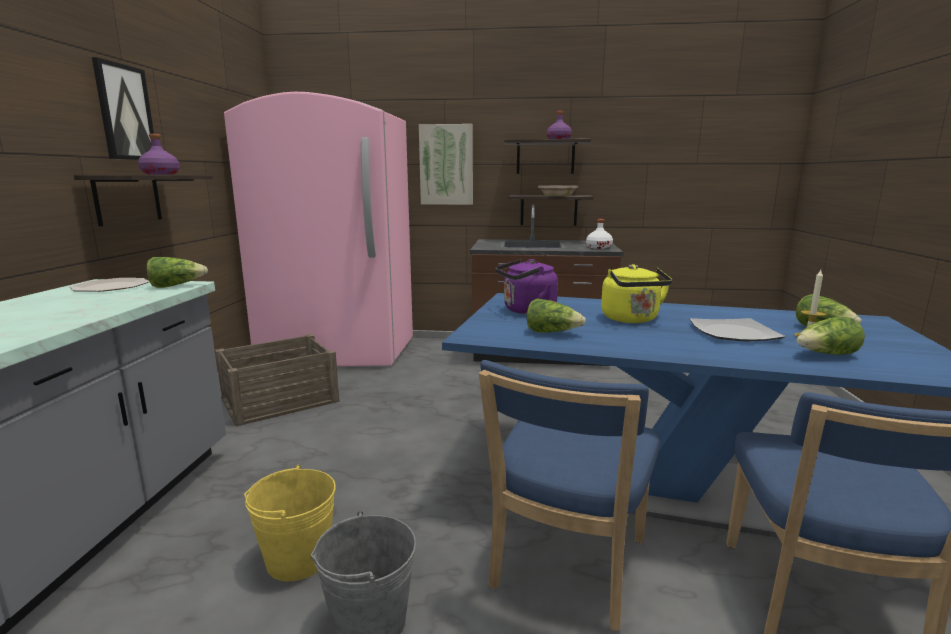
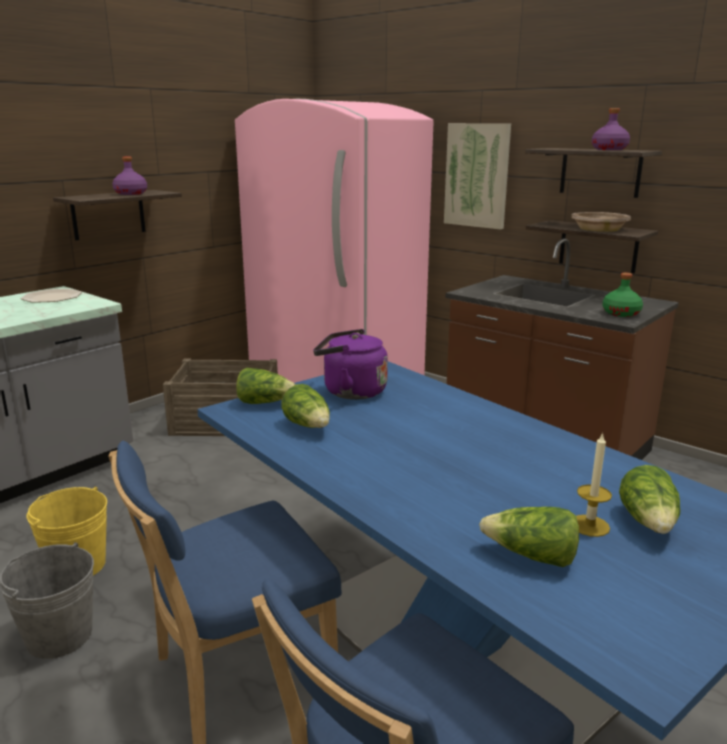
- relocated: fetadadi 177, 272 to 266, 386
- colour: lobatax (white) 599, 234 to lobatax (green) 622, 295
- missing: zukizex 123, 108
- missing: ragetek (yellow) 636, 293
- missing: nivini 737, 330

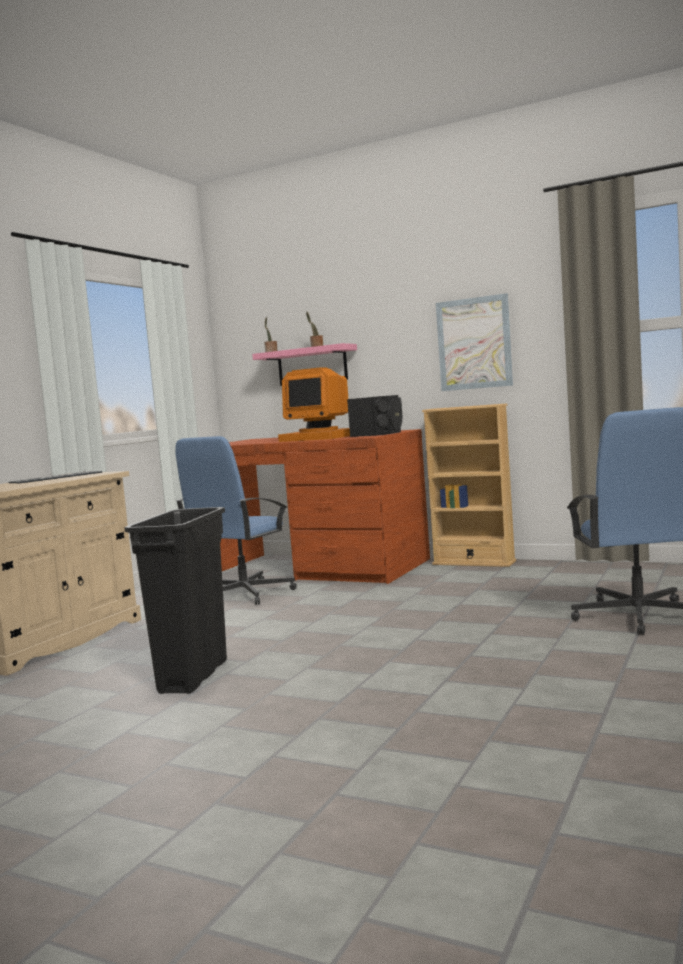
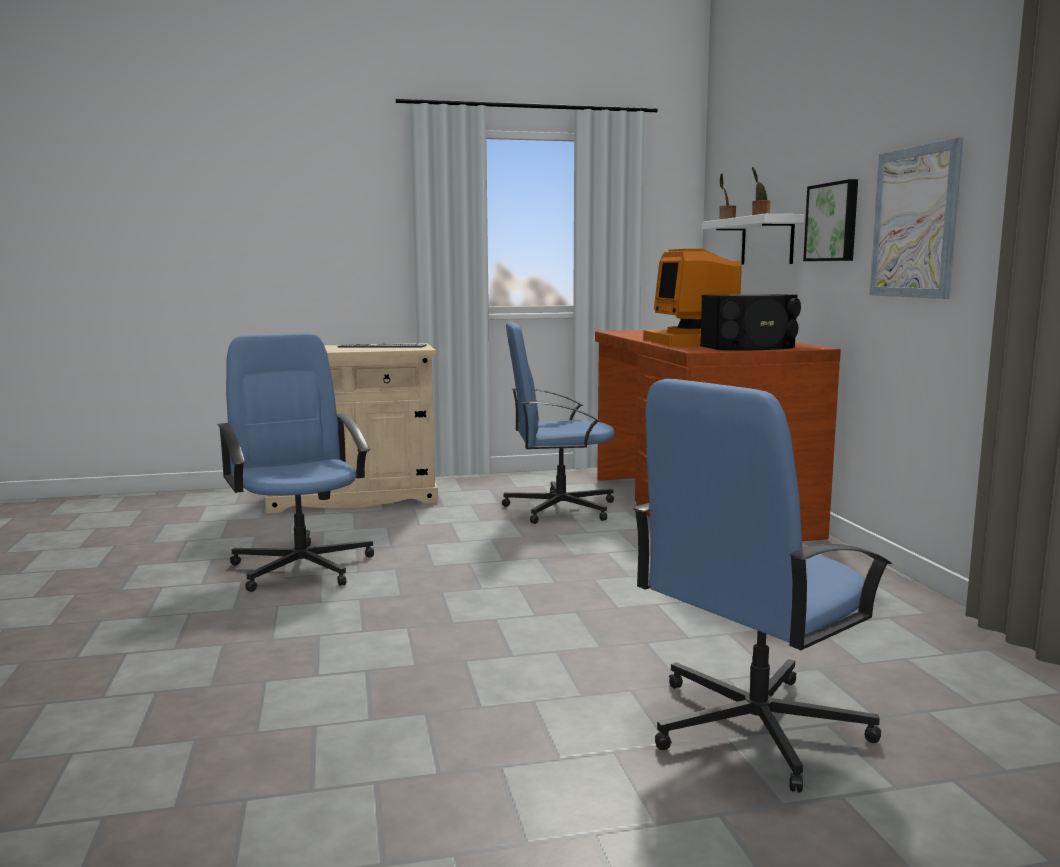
- exchanged: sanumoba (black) 175, 600 to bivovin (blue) 295, 462
- colour: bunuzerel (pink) 304, 364 to bunuzerel (white) 753, 239
- appeared: zukizex 830, 220
- missing: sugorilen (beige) 469, 485

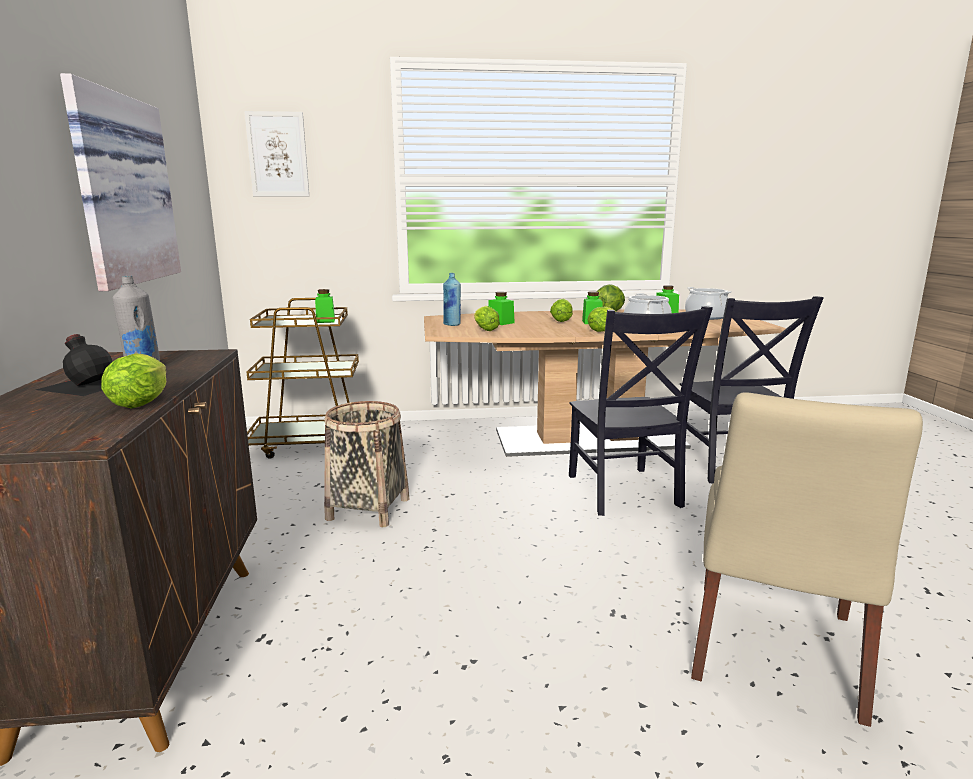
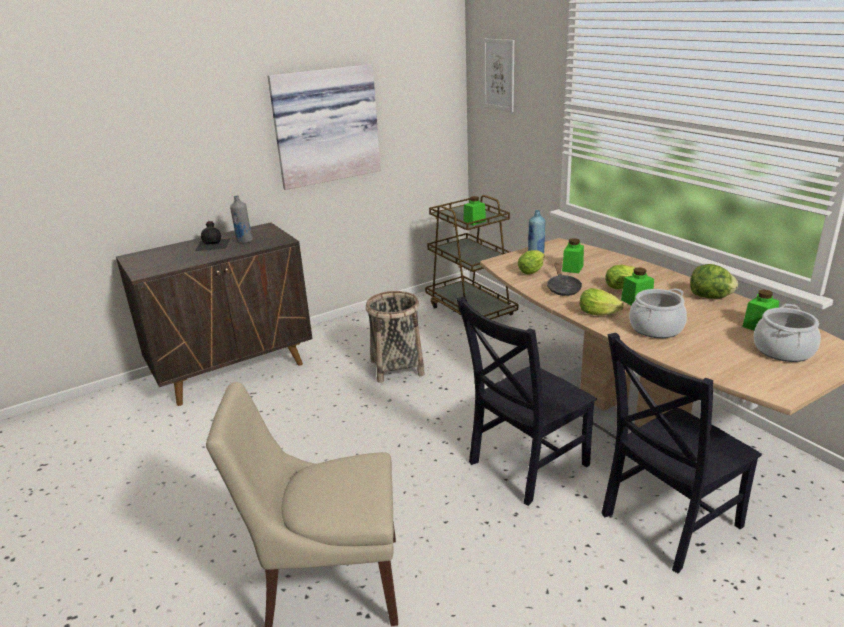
- appeared: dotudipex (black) 564, 279
- missing: fetadadi 133, 381

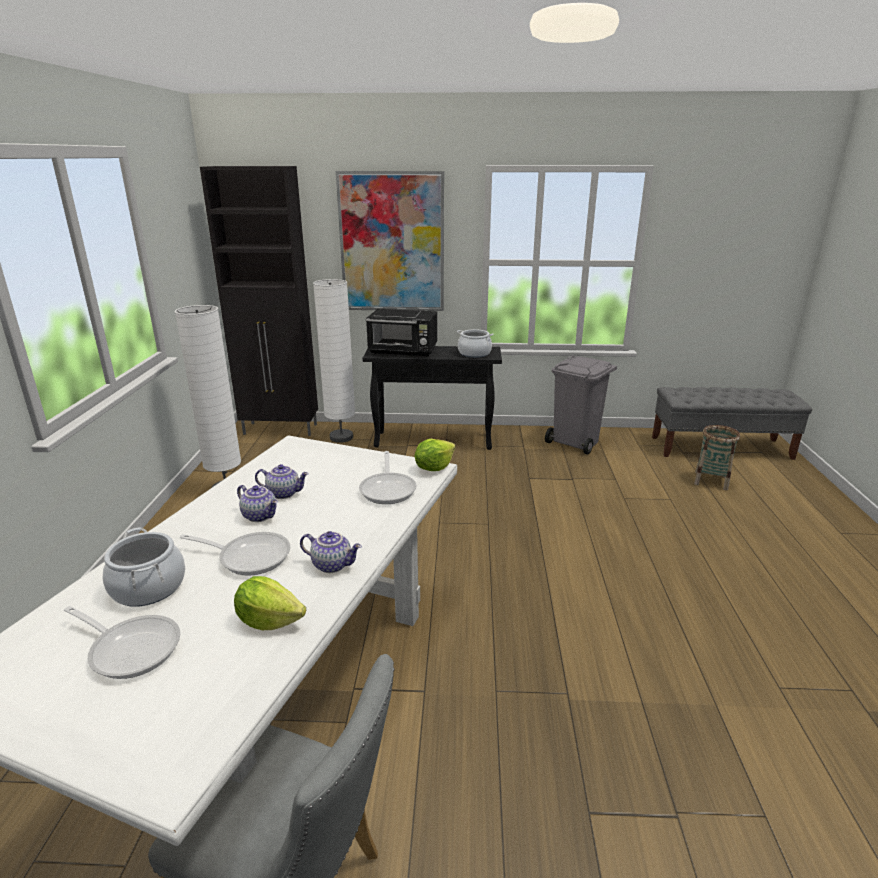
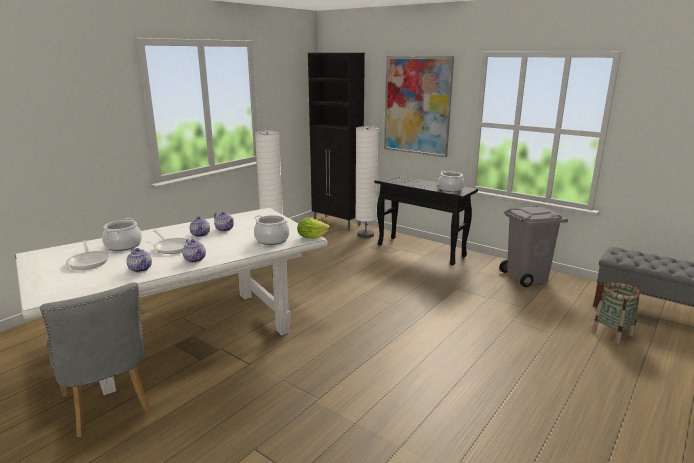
- exchanged: fetadadi 270, 603 to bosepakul 139, 260
- exchanged: dotudipex 387, 477 to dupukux 271, 230
- missing: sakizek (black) 401, 333

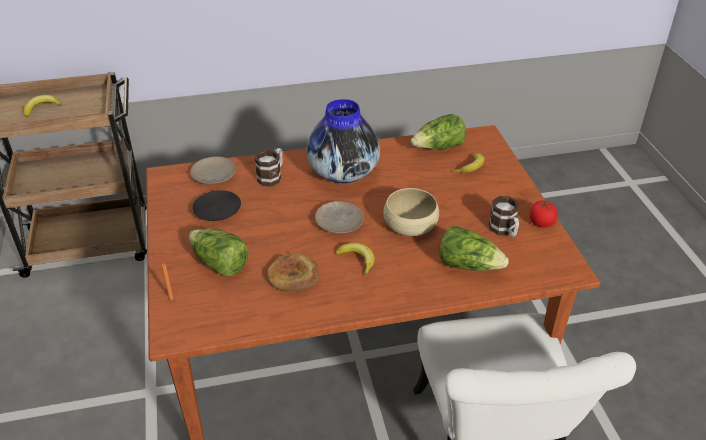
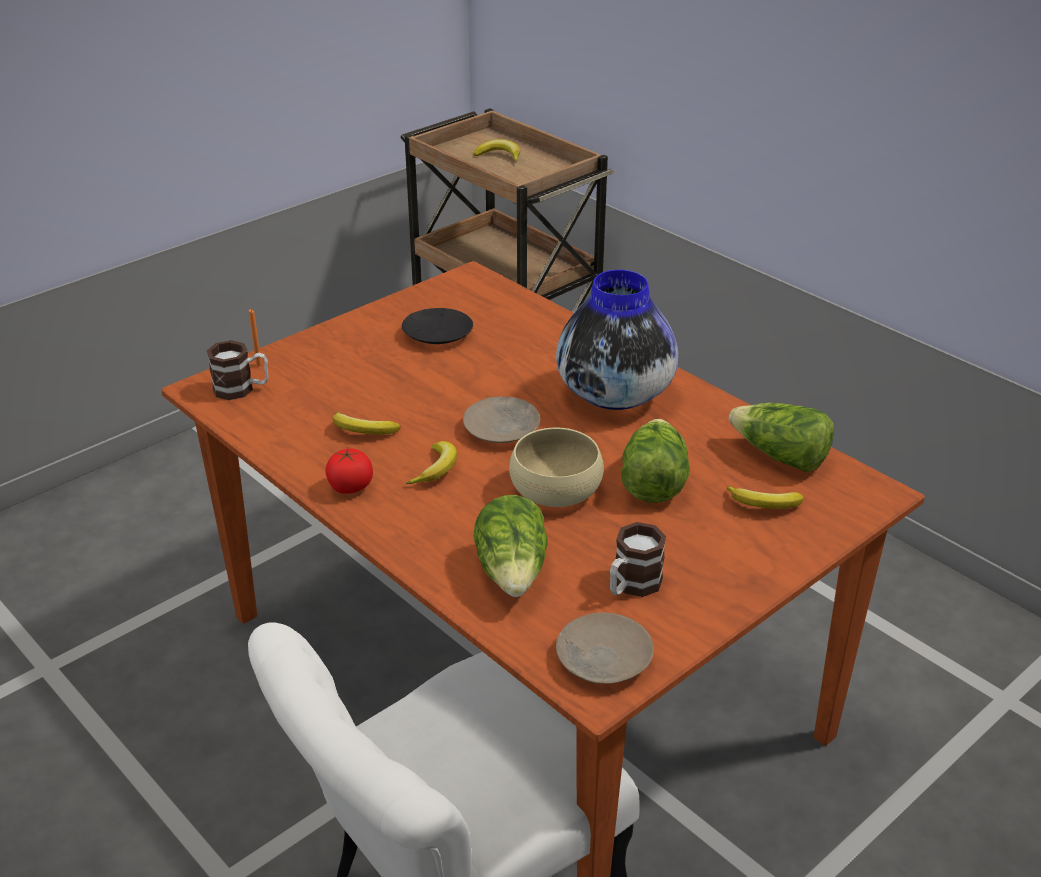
- relocated: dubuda 269, 167 to 237, 370
- relocated: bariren 543, 213 to 349, 471
- exchanged: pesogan 293, 273 to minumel 366, 423
- relocated: nivini (beige) 213, 170 to 605, 648
- relocated: fetadadi 218, 253 to 655, 461

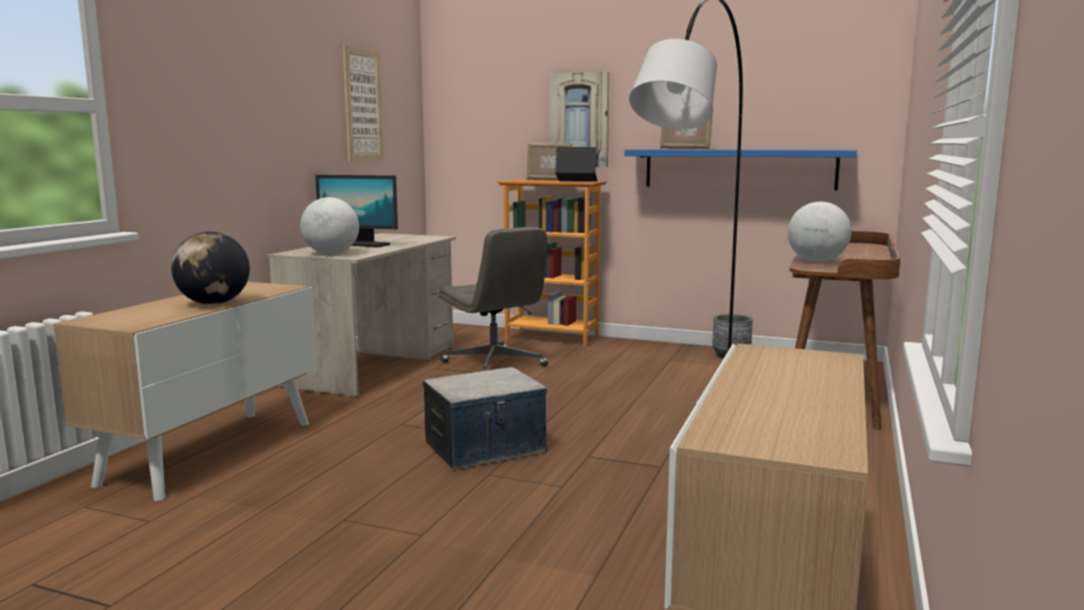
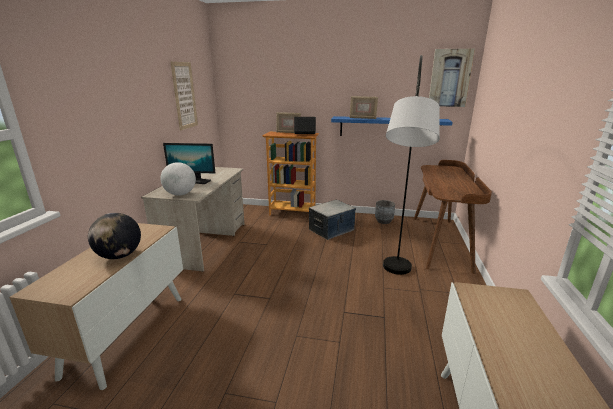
- relocated: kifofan 485, 418 to 332, 220
- relocated: zukizex 579, 119 to 452, 78
- missing: bivovin (grey) 493, 299
- missing: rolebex 820, 232

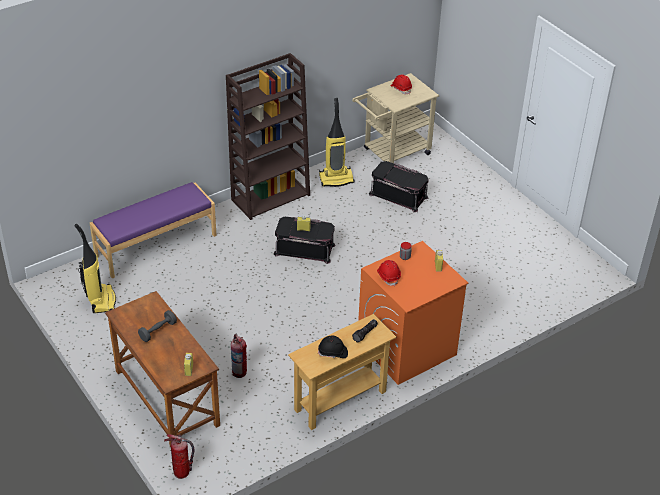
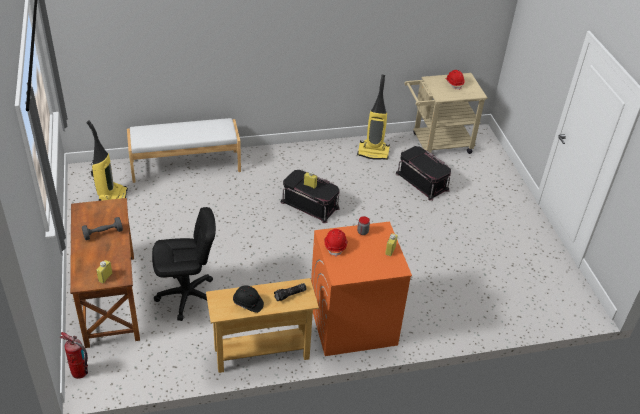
- colour: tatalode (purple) 153, 230 to tatalode (white) 184, 150
- exchanged: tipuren 239, 356 to bivovin (black) 184, 264
- missing: sugorilen (brown) 268, 136

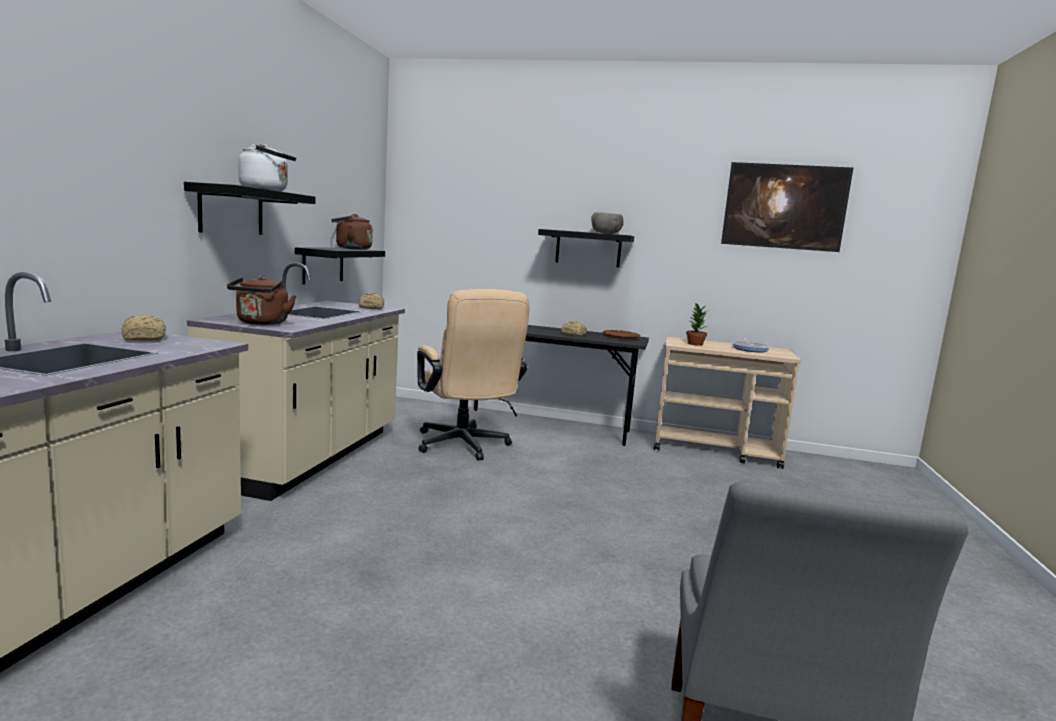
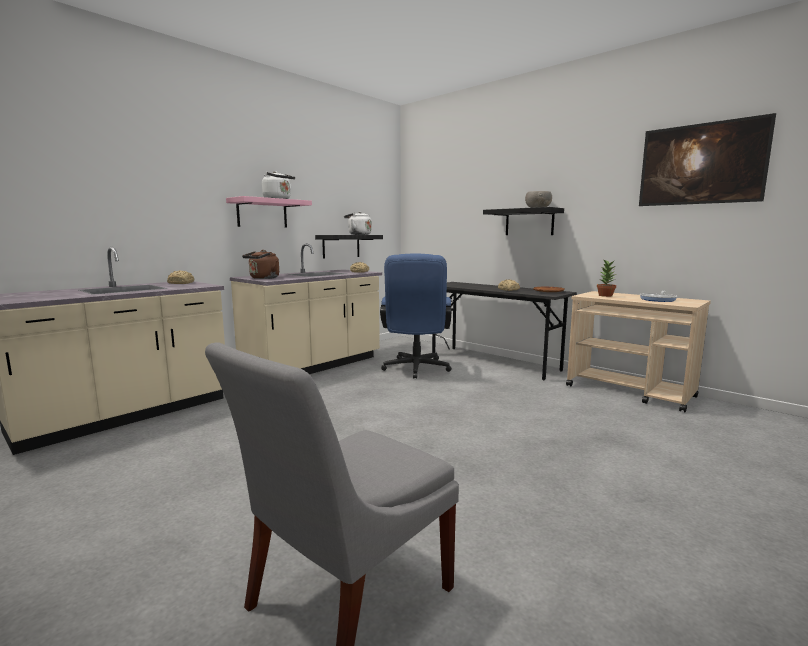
- colour: bunuzerel (black) 250, 208 to bunuzerel (pink) 269, 211
- colour: ragetek (brown) 352, 232 to ragetek (white) 358, 223
- colour: bivovin (beige) 473, 375 to bivovin (blue) 416, 316

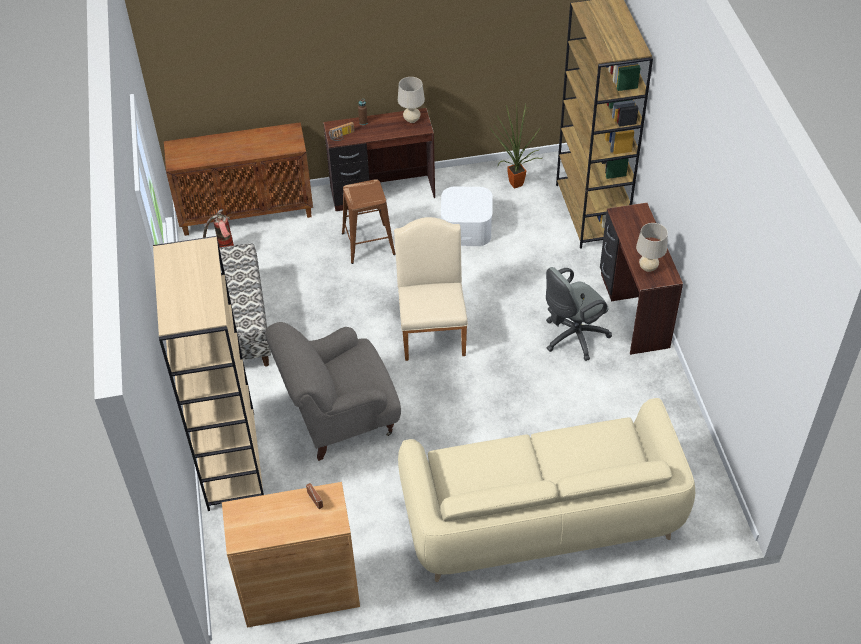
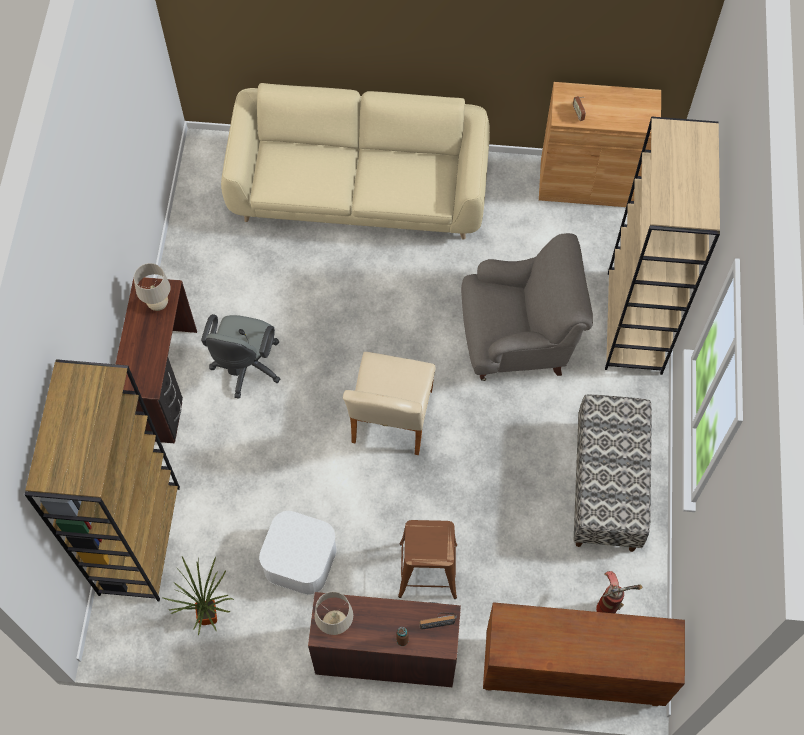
- spun: bivovin (grey) 579, 314 = 240, 356 120 degrees clockwise

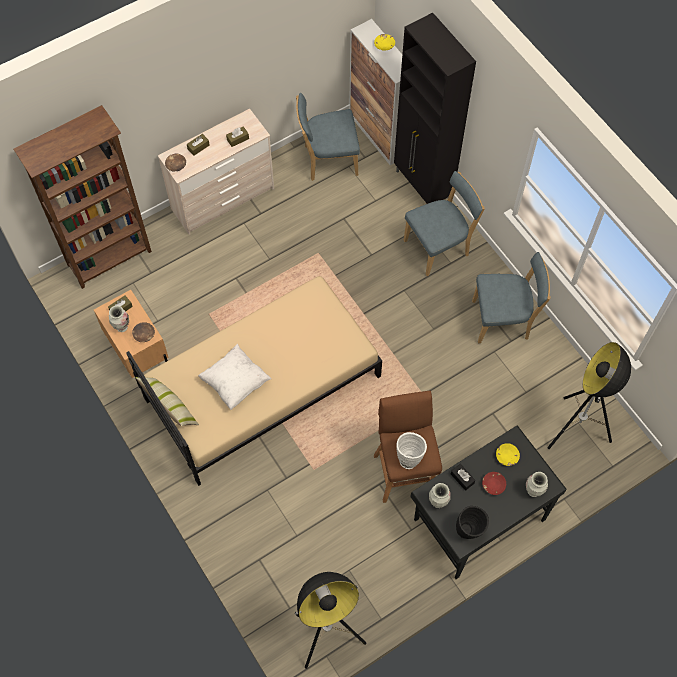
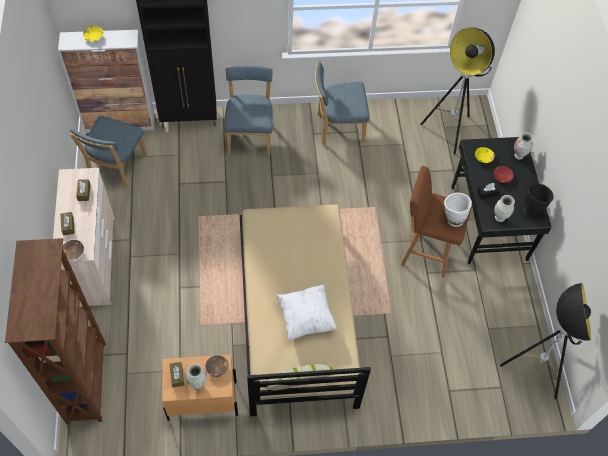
- spun: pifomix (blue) 511, 297 = 342, 103 120 degrees counterclockwise

